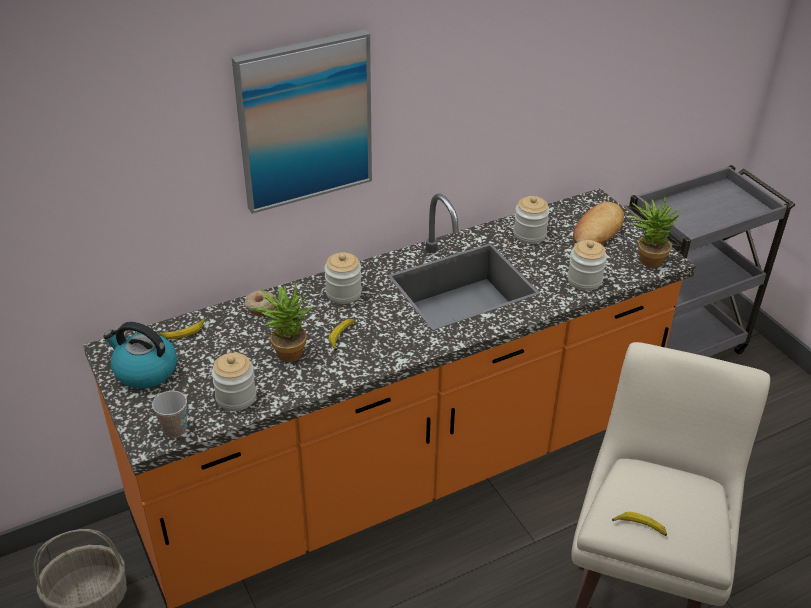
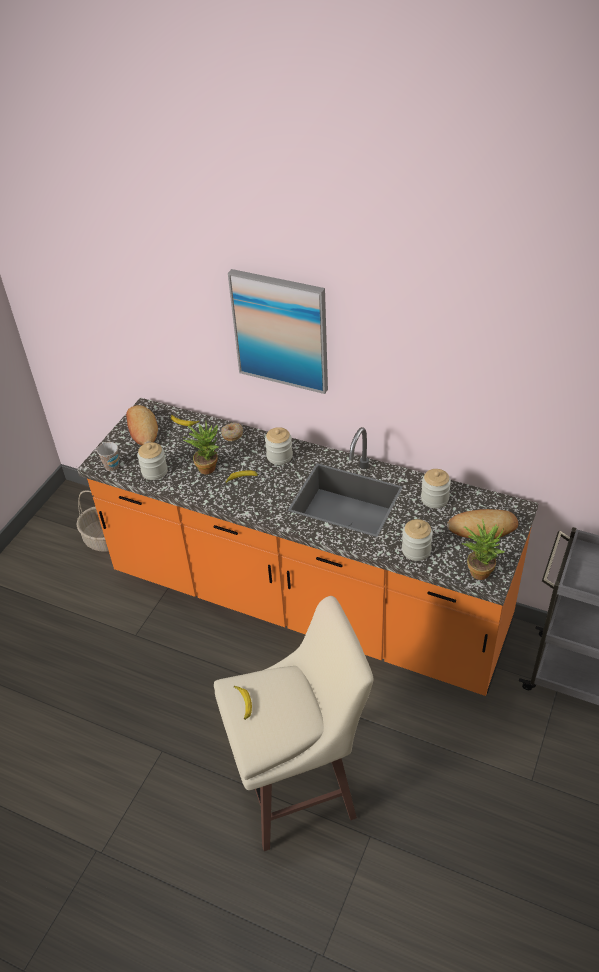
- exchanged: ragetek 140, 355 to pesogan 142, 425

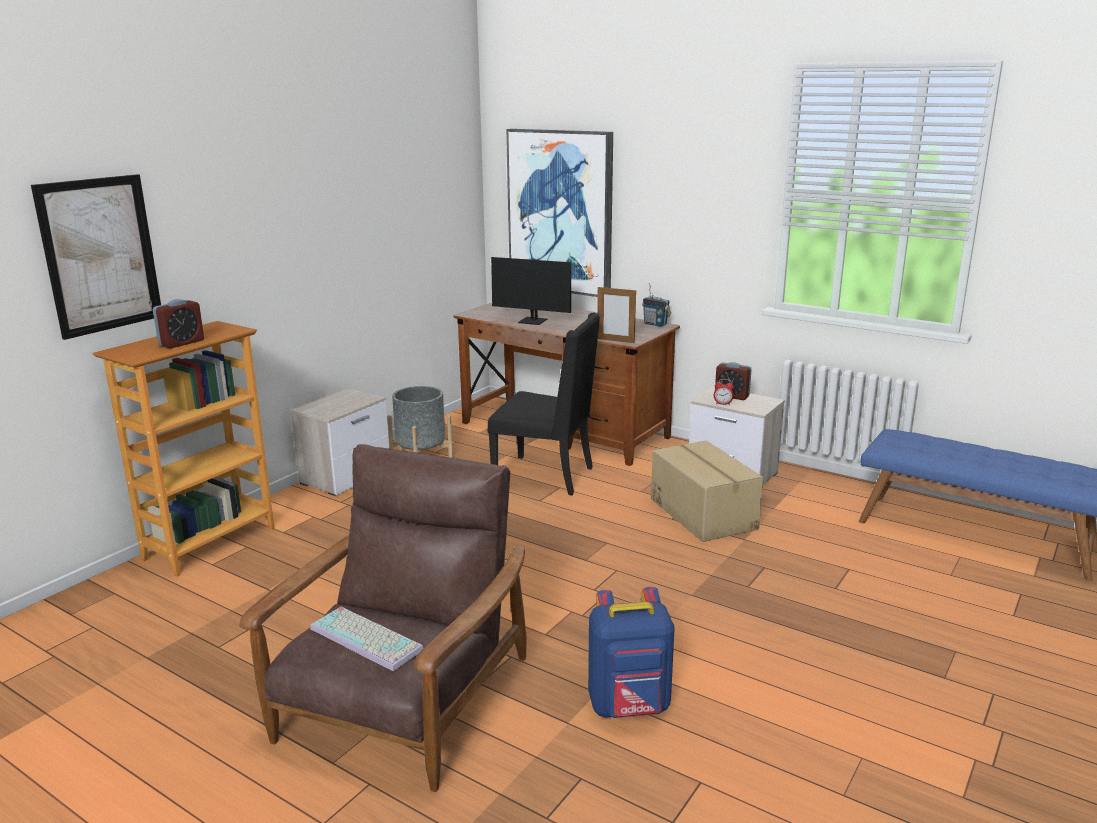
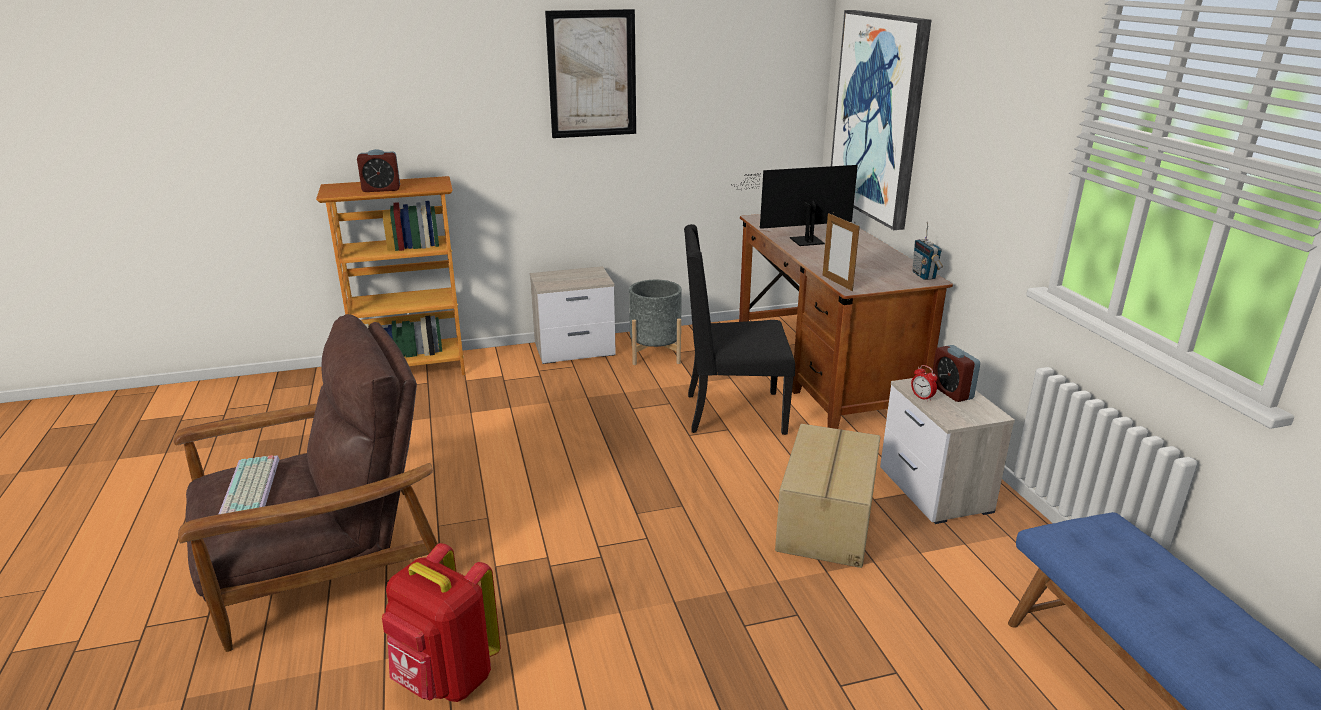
- colour: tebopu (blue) 631, 652 to tebopu (red) 441, 622
- relocated: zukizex 96, 257 to 590, 73
- spun: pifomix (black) 544, 404 = 739, 329 120 degrees clockwise
- spun: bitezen 542, 291 = 794, 205 105 degrees clockwise

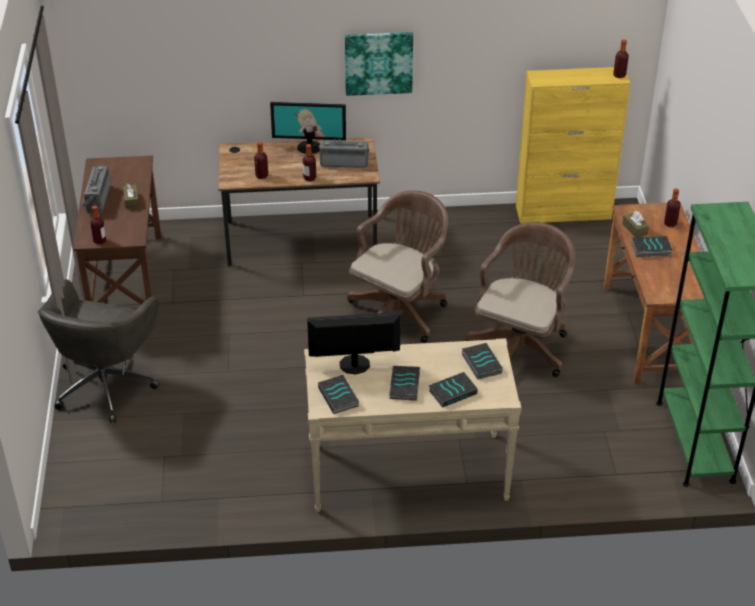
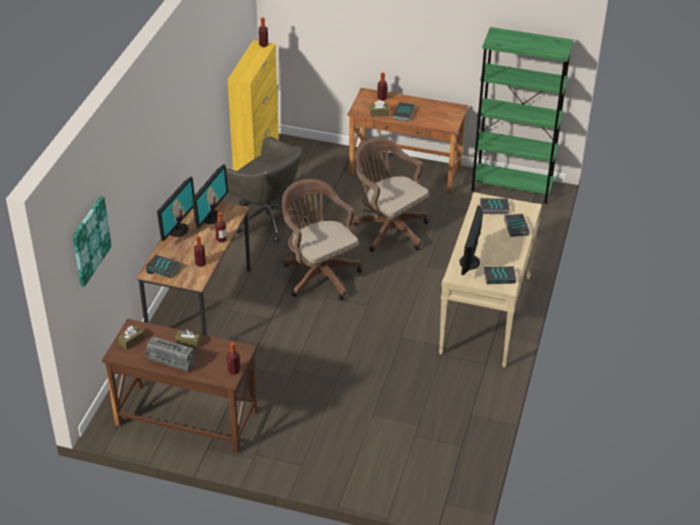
- relocated: zukizex 379, 64 to 91, 241
- appeared: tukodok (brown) 131, 338
- relocated: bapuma 404, 383 to 163, 266
- exchanged: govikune 344, 153 to bitezen 210, 196
- relocated: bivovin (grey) 98, 351 to 266, 189

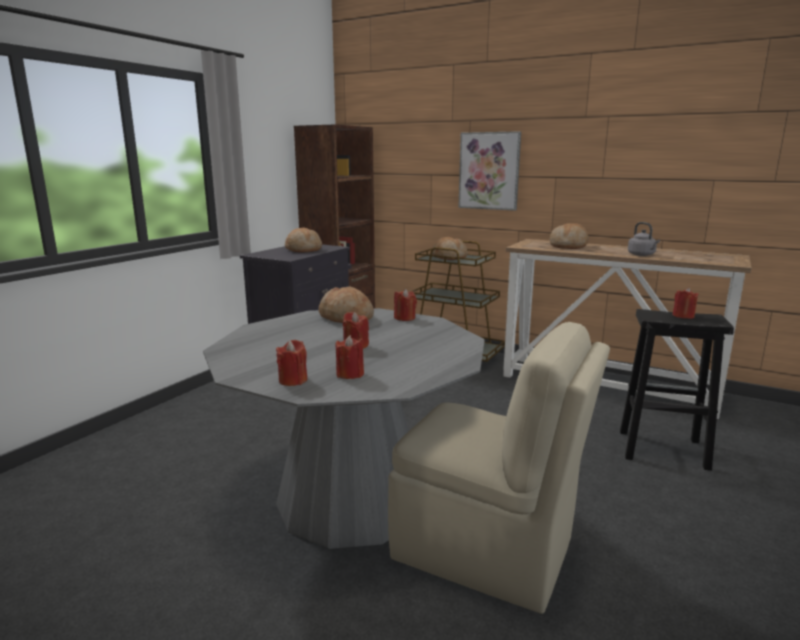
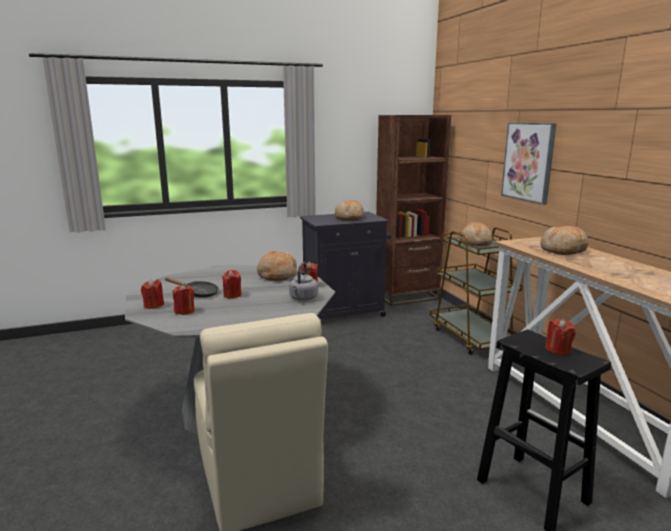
- appeared: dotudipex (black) 192, 288
- relocated: ragetek (grey) 644, 239 to 303, 281

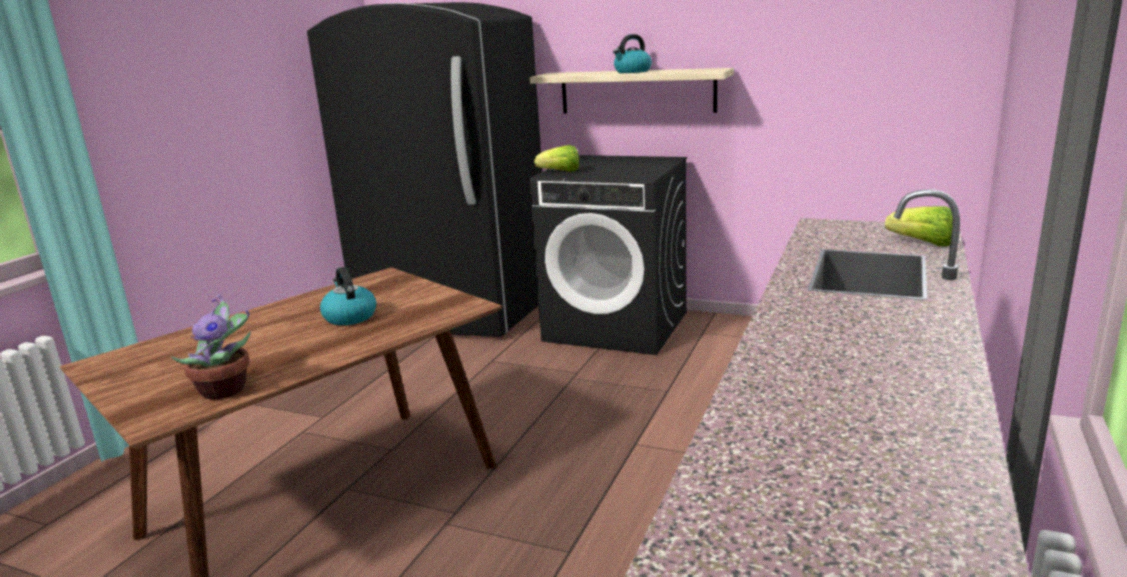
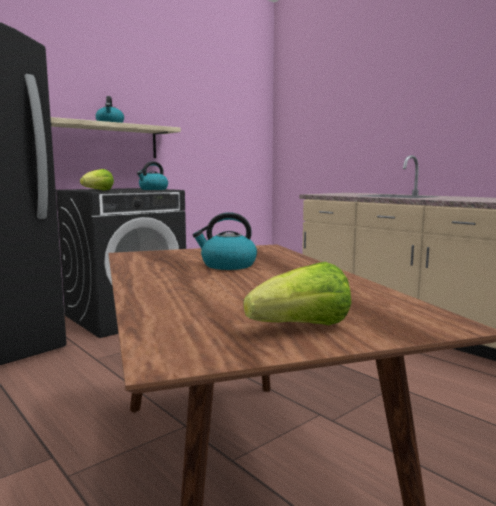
- appeared: ragetek 152, 176
- relocated: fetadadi 918, 226 to 297, 293
- missing: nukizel 211, 347

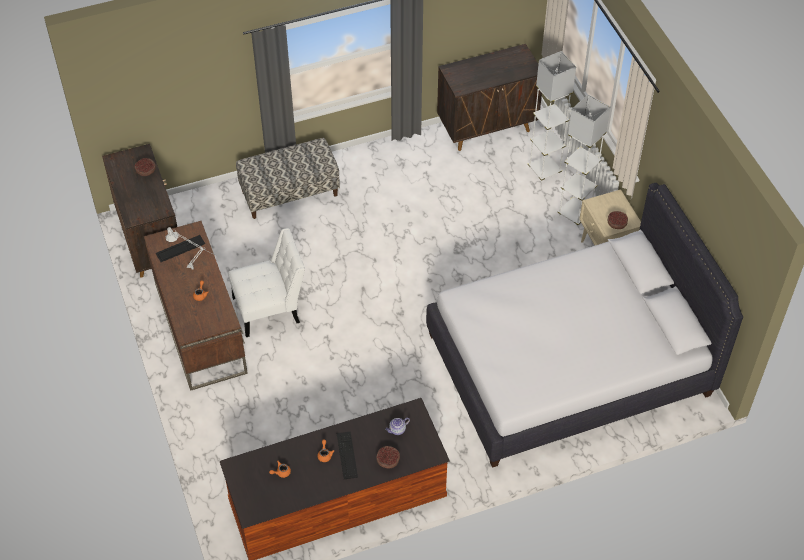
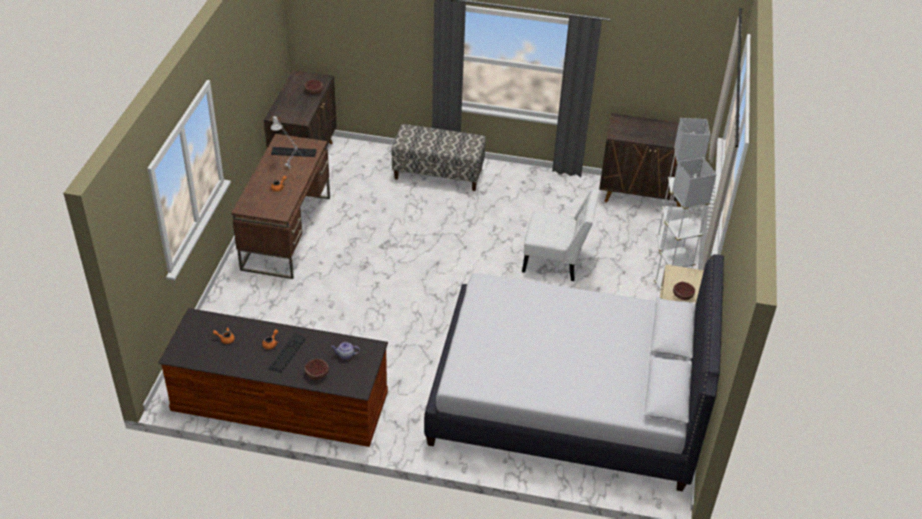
- relocated: pifomix (white) 266, 282 to 560, 234

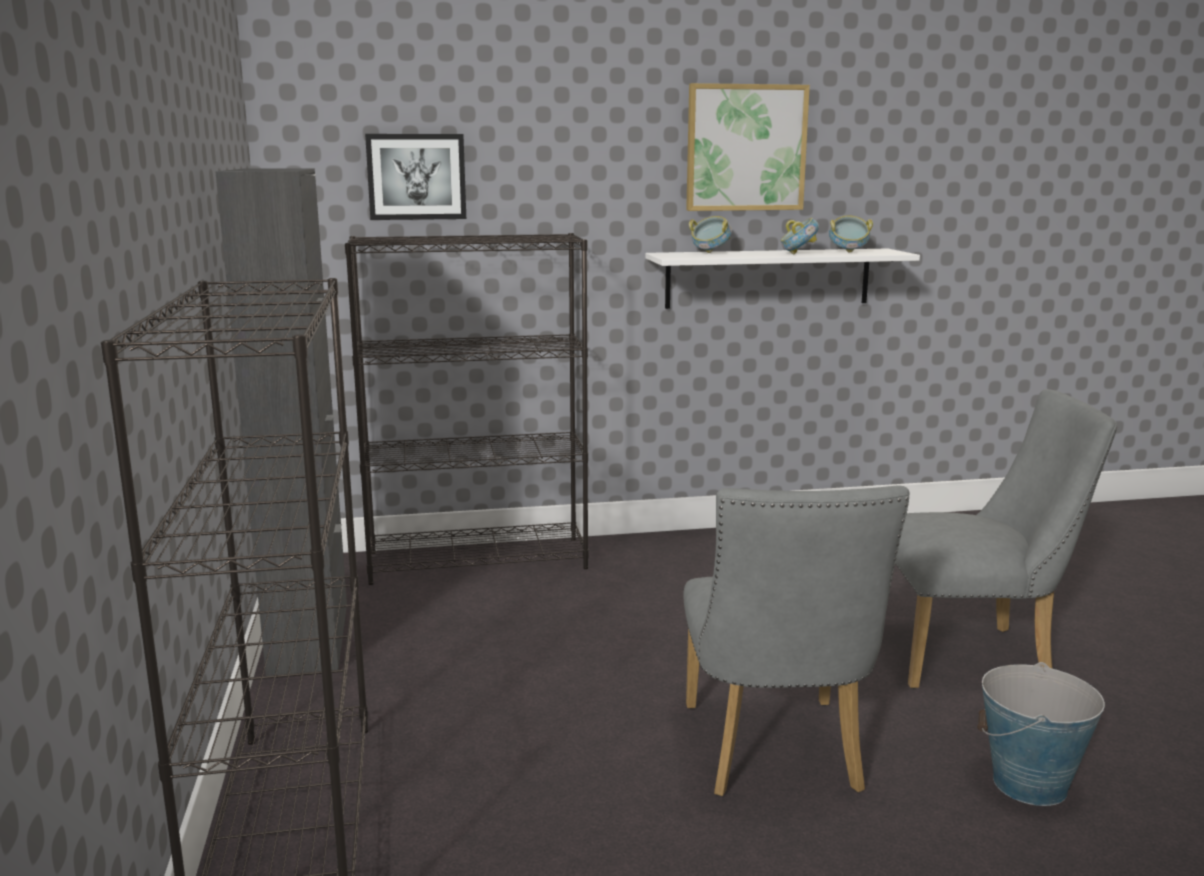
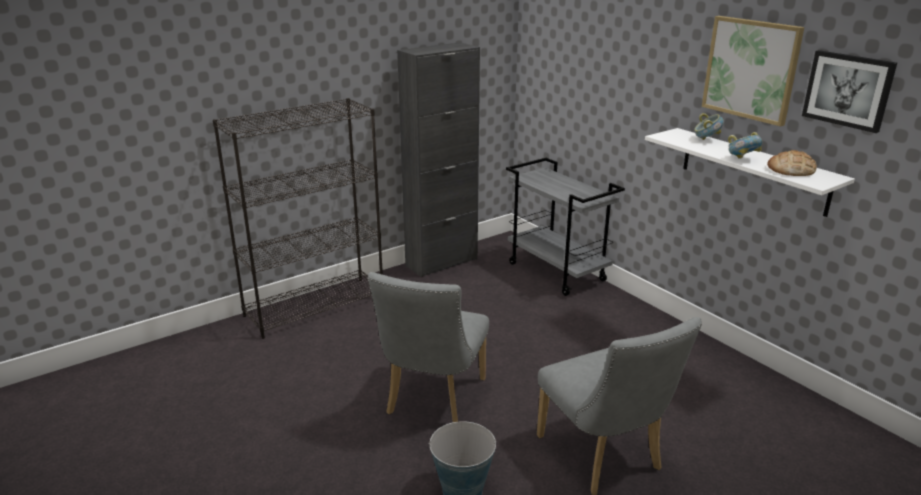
- spun: pifomix (grey) 796, 640 = 428, 347 45 degrees counterclockwise
- exchanged: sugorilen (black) 467, 409 to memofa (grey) 565, 227
- exchanged: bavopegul 851, 234 to pesogan 792, 163
- relocated: zukizex 415, 177 to 849, 91

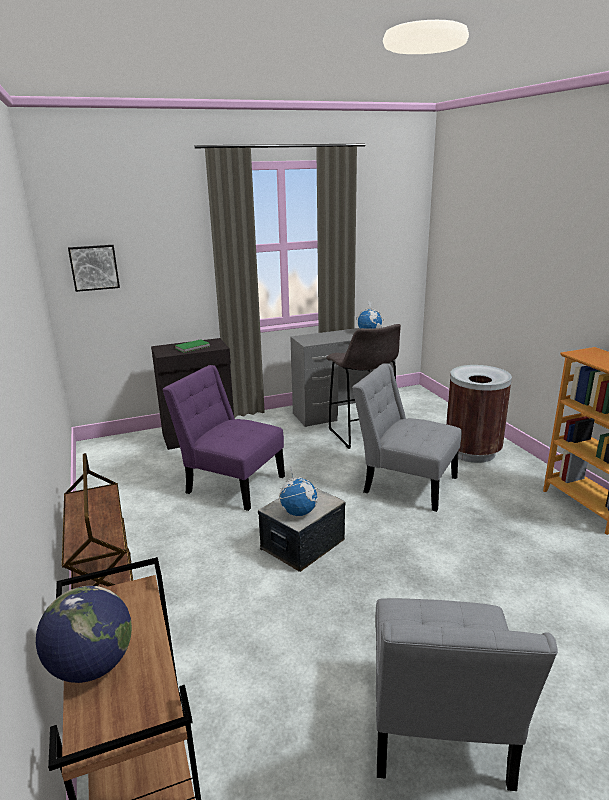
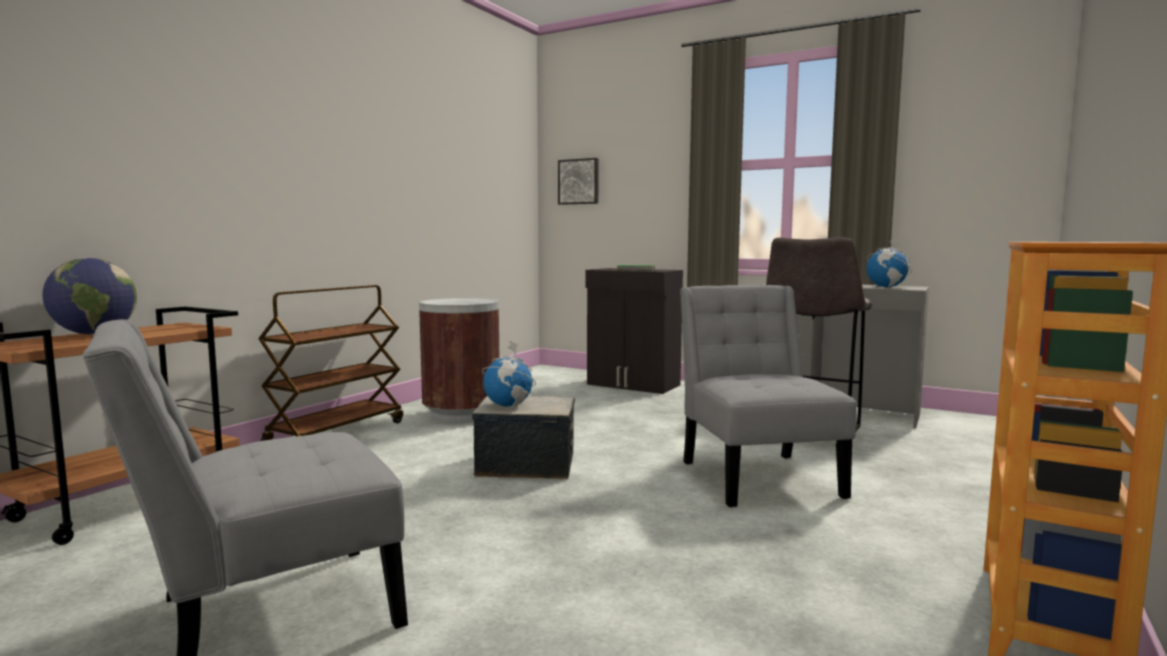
- relocated: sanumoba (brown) 479, 414 to 459, 361
- missing: pifomix (purple) 223, 438

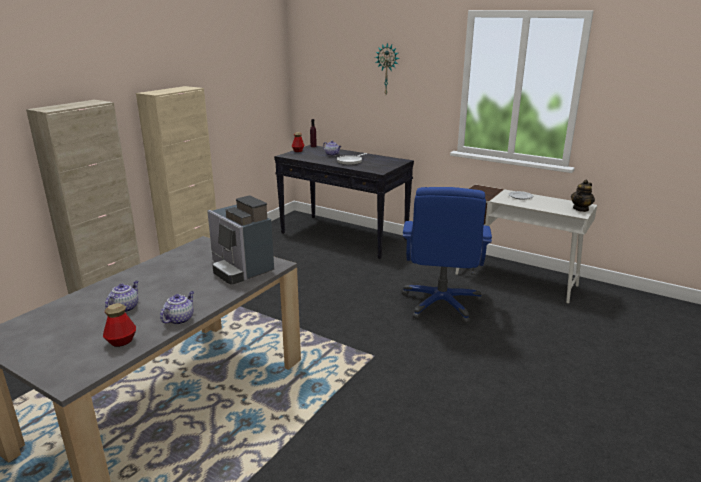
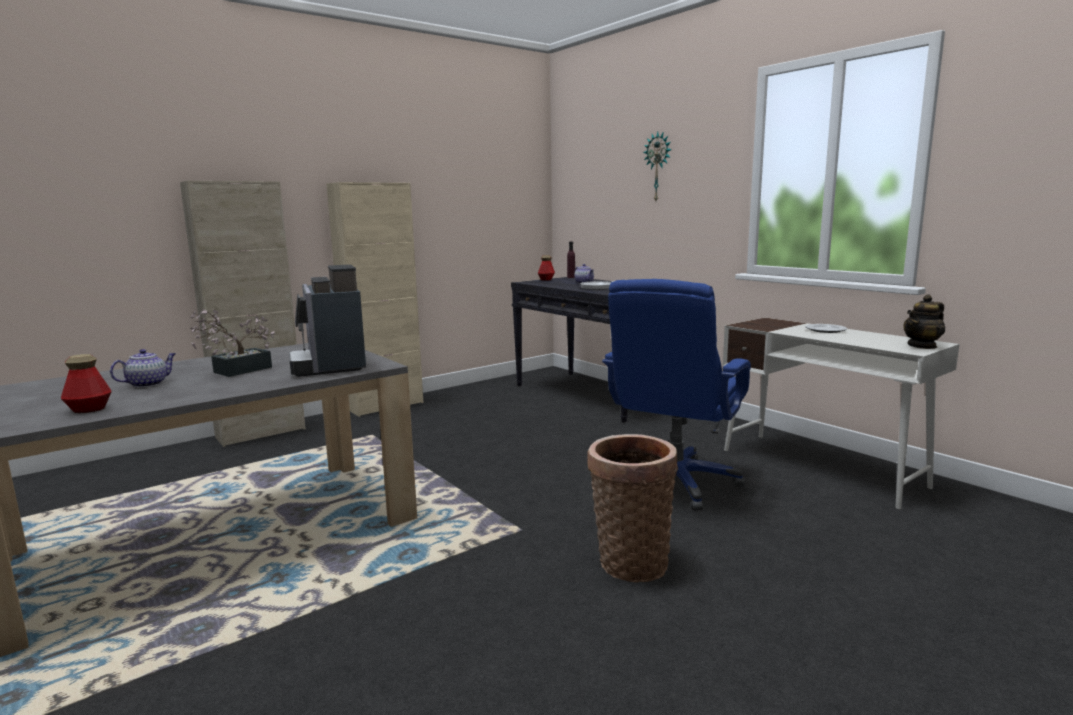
- appeared: nukizel 232, 343
- appeared: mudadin 633, 508
- missing: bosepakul 177, 308

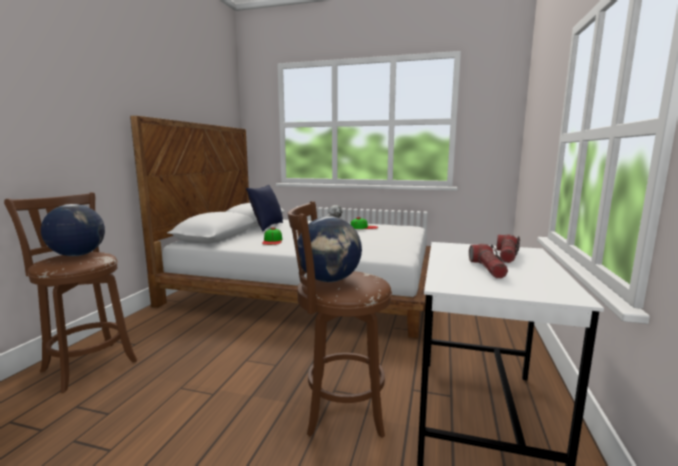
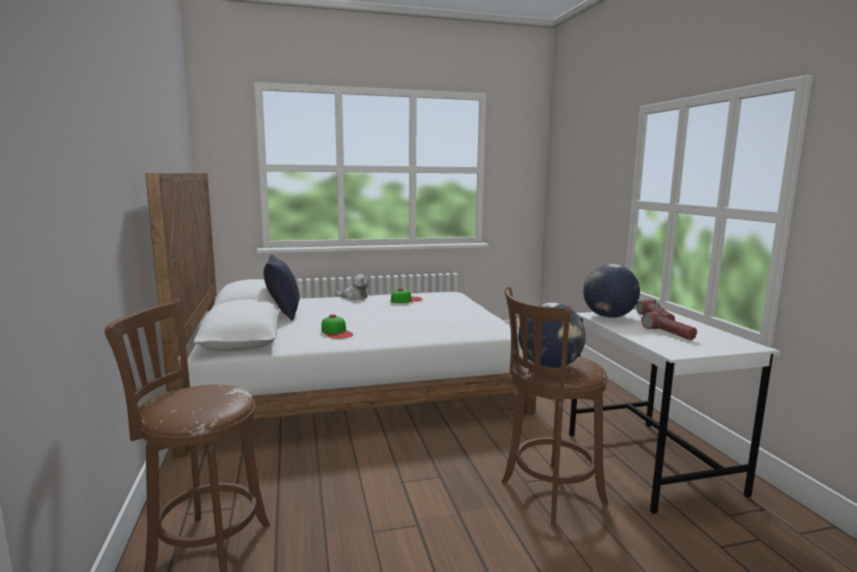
- relocated: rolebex 73, 230 to 611, 291

